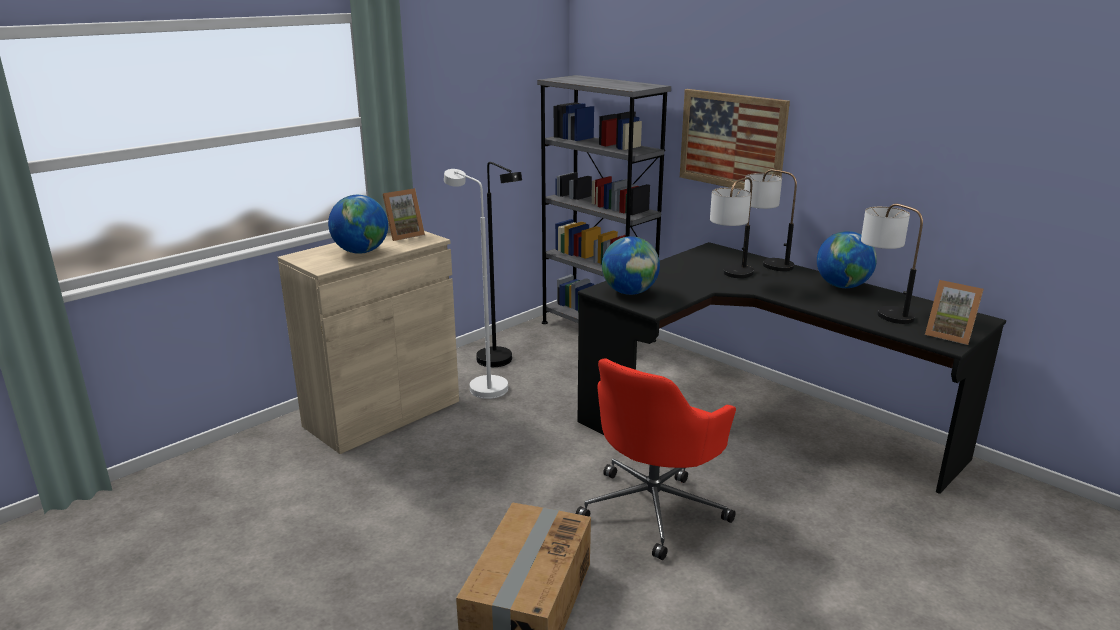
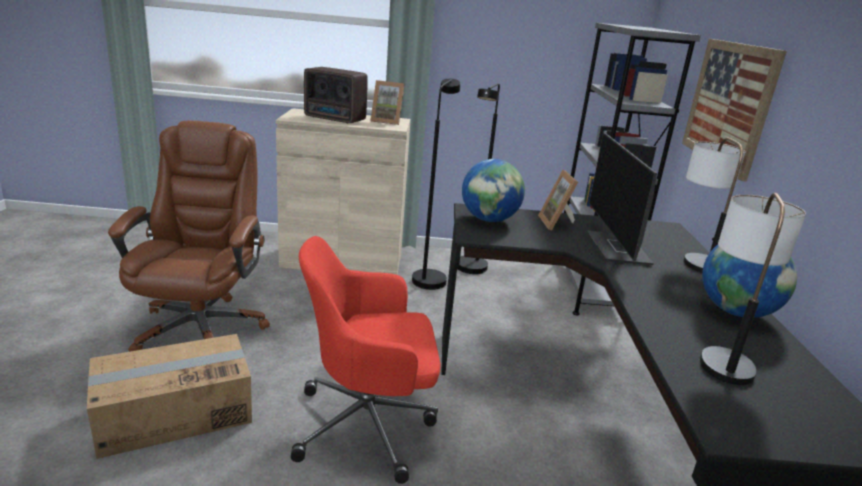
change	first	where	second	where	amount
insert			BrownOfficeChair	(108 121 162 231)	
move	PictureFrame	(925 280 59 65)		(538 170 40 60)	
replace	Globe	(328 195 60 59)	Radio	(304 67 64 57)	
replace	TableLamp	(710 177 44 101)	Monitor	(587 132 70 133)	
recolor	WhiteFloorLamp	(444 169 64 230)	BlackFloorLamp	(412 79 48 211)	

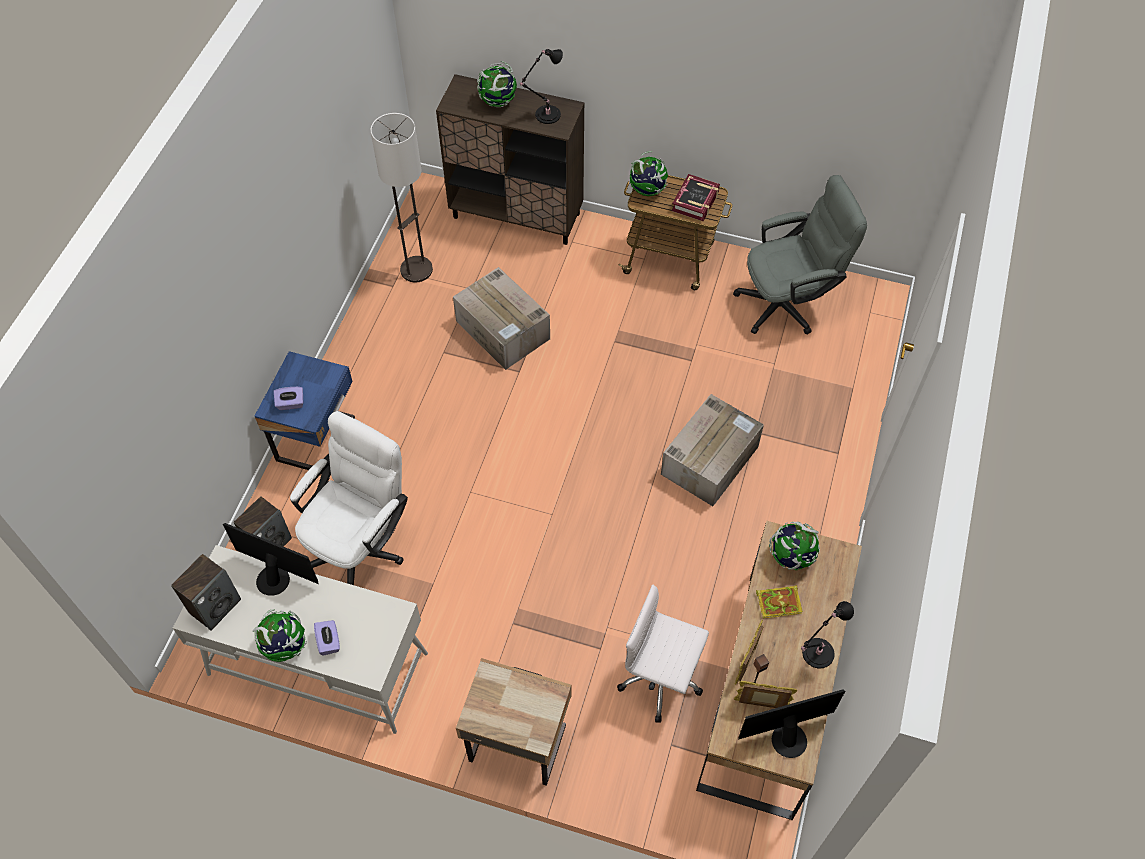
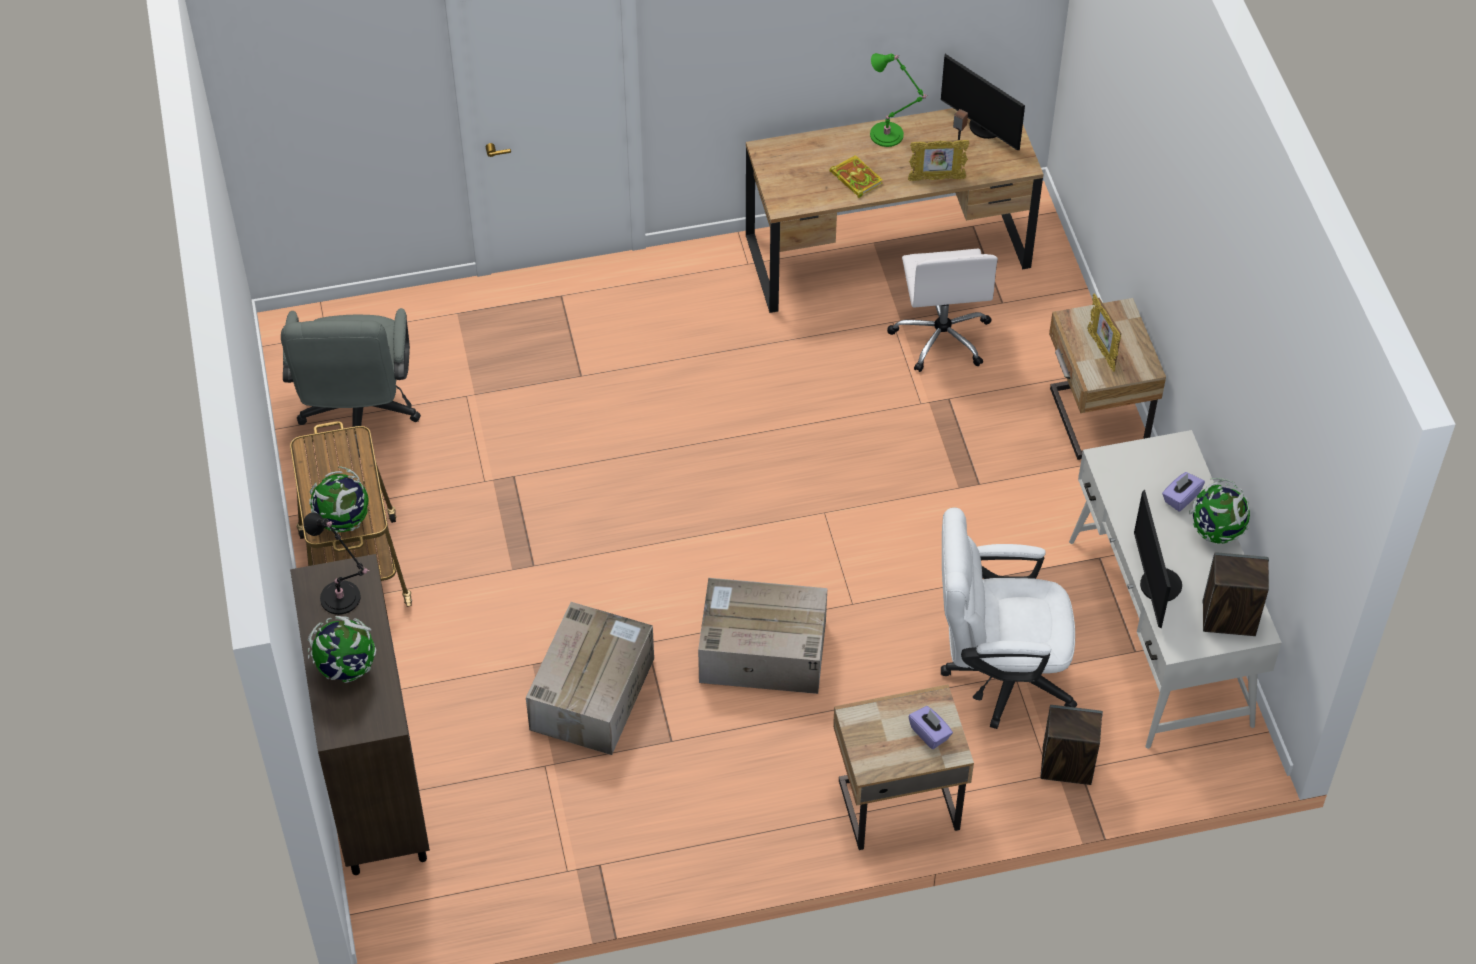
change	first	where	second	where	amount
delete	FloorLamp	(370 113 63 169)			
delete	Book	(672 174 48 47)			
delete	Globe	(769 521 51 49)			
move	CardboardBox	(661 394 103 112)		(698 578 129 116)	
move	PictureFrame	(734 681 63 27)		(1087 293 34 79)	
recolor	BlueNightstand	(255 351 100 123)	BeigeNightstand	(833 684 141 166)	
recolor	BlackTableLamp	(801 601 53 68)	GreenTableLamp	(870 53 58 94)	
rotate	GreyOfficeChair	(733 175 134 159)		(281 308 140 149)	135 degrees counterclockwise

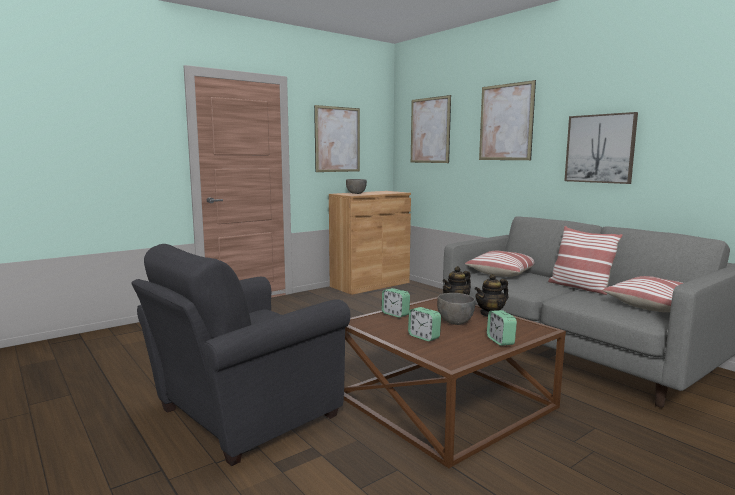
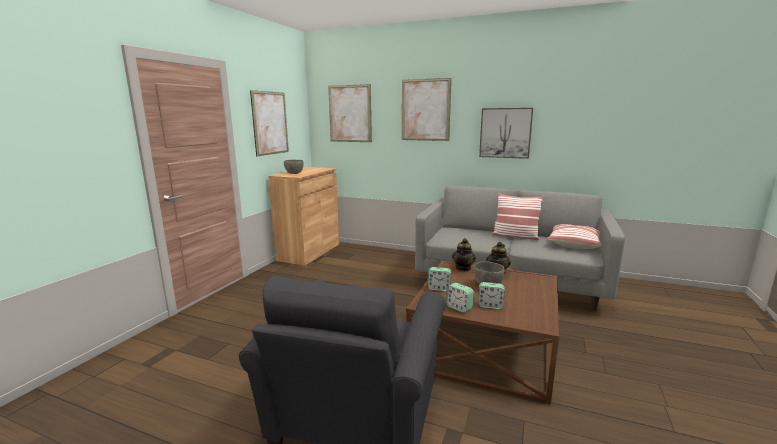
change	first	where	second	where	amount
delete	Pillow	(465 251 69 26)			
move	AlarmClock	(487 310 30 36)		(446 283 28 30)	

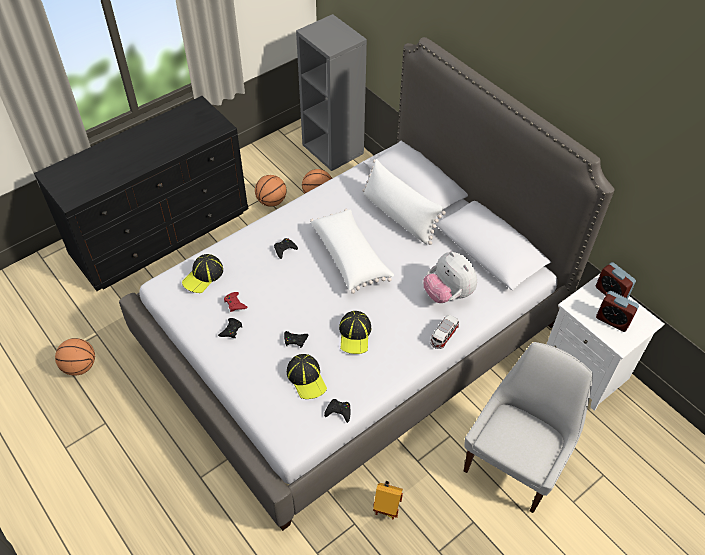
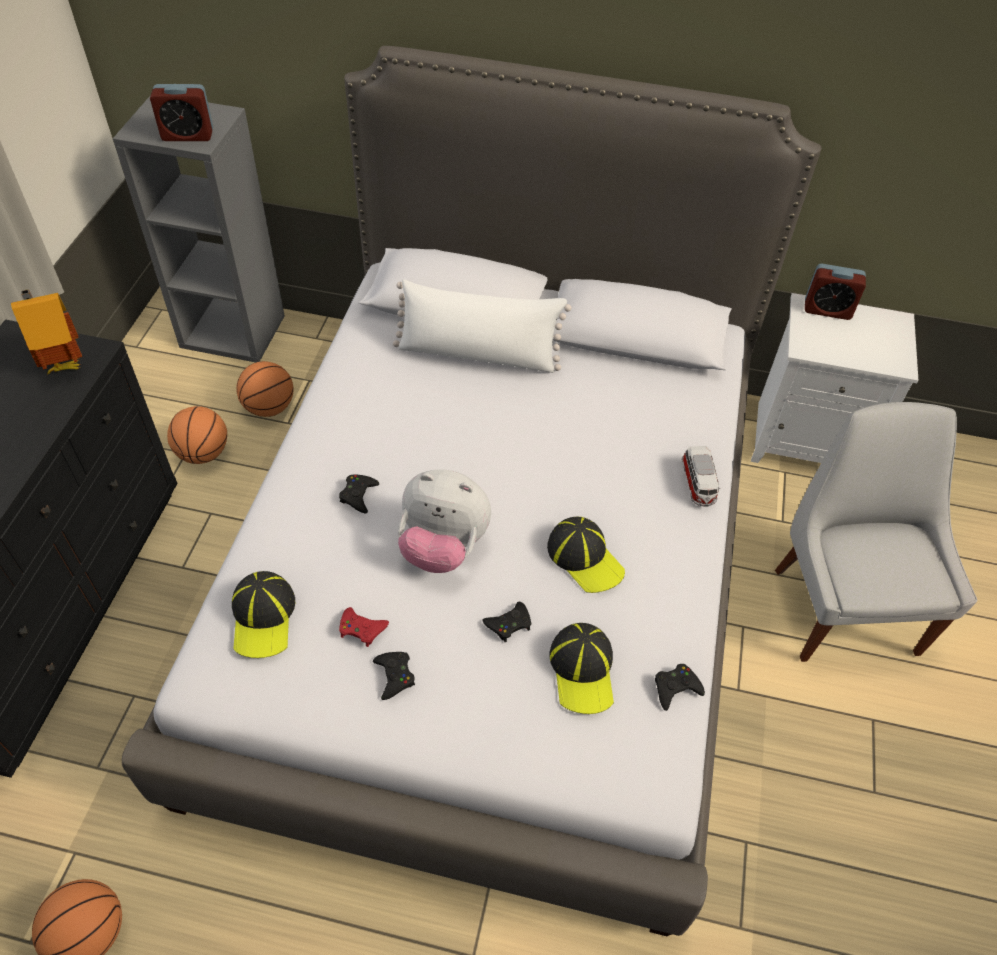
change	first	where	second	where	amount
delete	WhitePillow	(310 209 84 85)			
move	ToyHouse	(373 480 30 40)		(11 289 71 85)	
move	PlushToy	(423 252 54 51)		(398 470 93 103)	
move	AlarmClock	(596 291 43 41)		(150 84 63 57)	
rotate	Cap	(287 354 40 45)		(549 623 65 91)	60 degrees clockwise

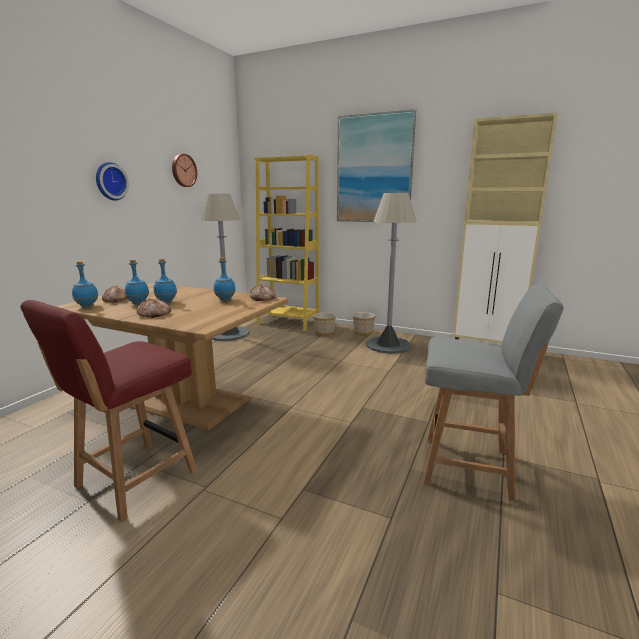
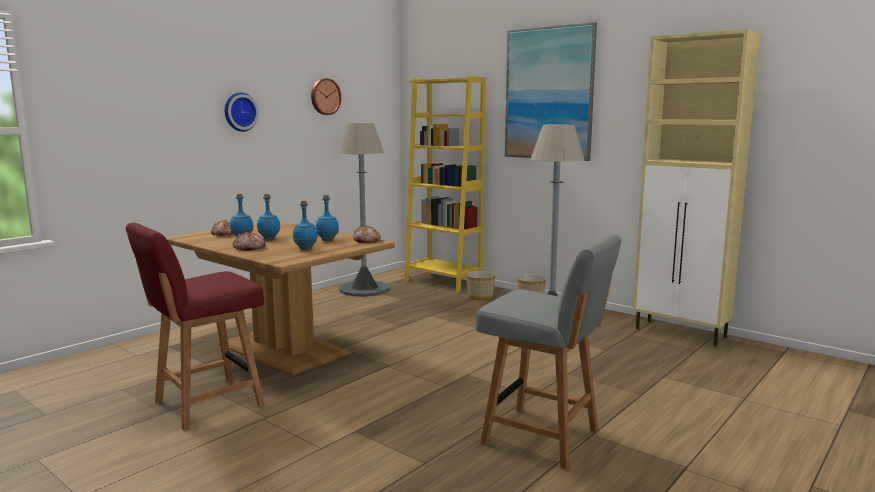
change	first	where	second	where	amount
move	BlueBottle	(72 261 26 46)		(293 200 25 50)	

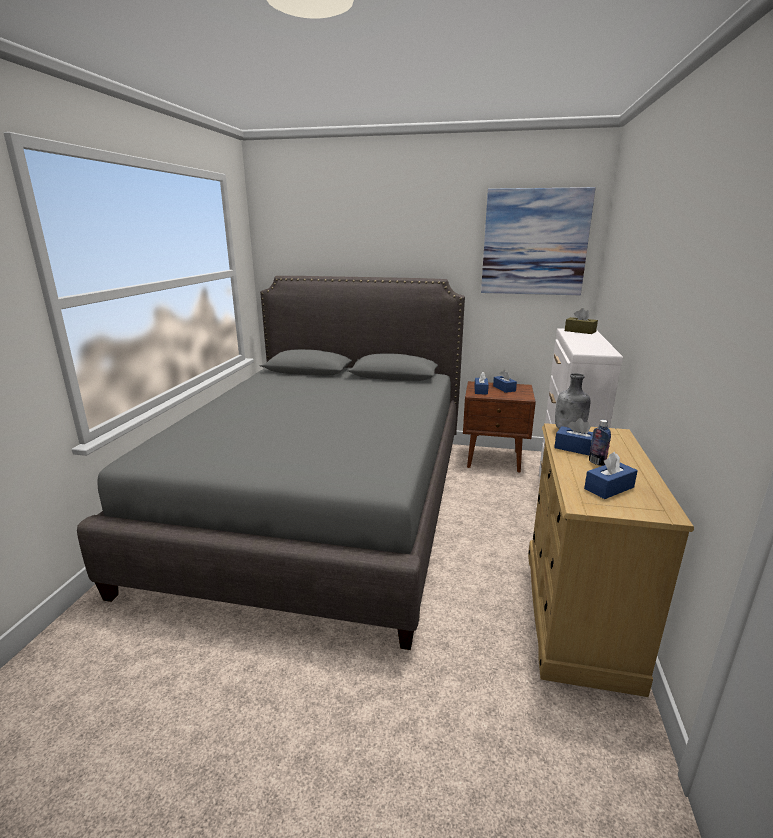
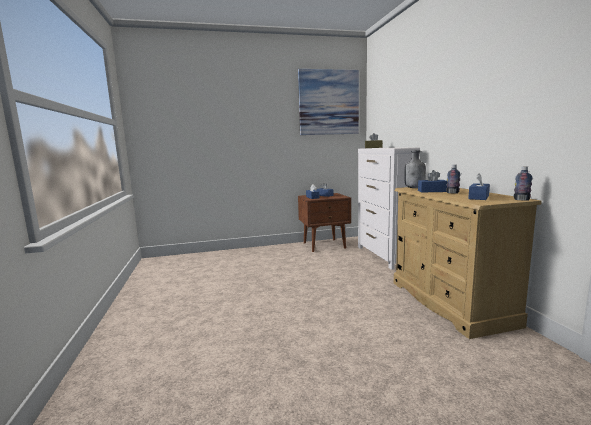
change	first	where	second	where	amount
delete	GreyBed	(77 276 388 374)			
insert			Bottle	(514 166 19 35)	

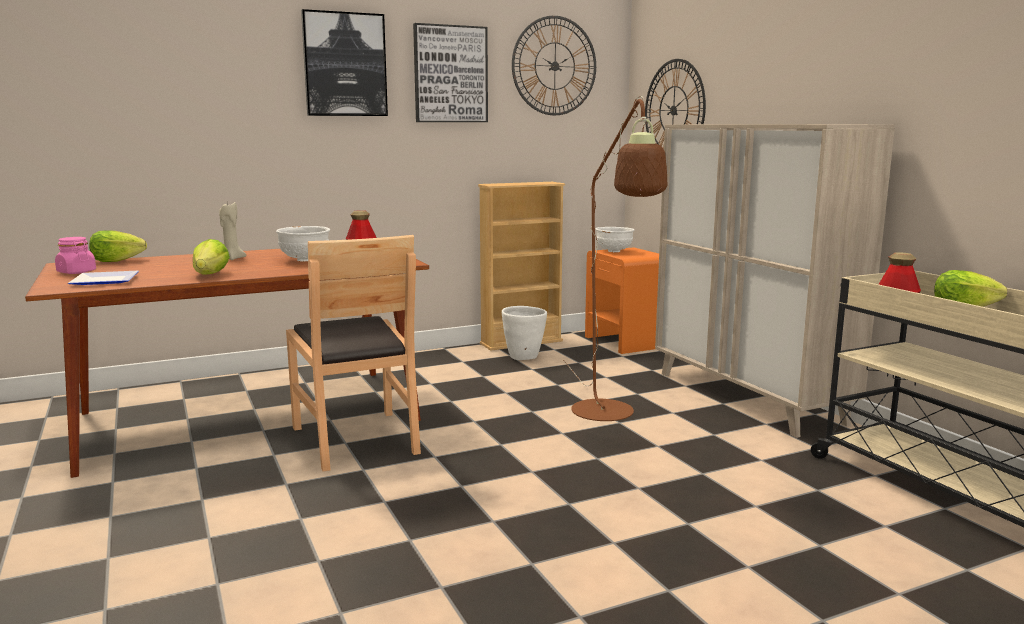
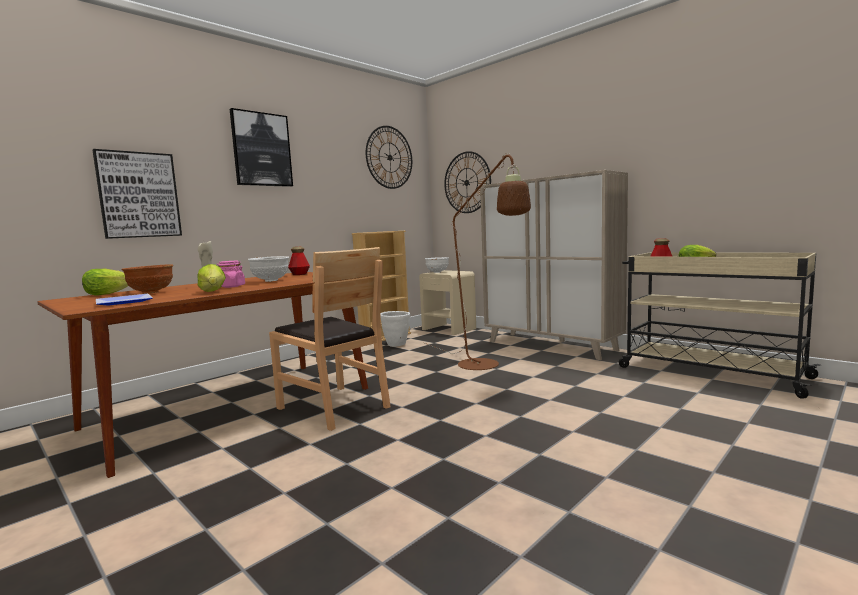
change	first	where	second	where	amount
insert			BrownBowl	(121 264 52 30)	
move	PinkJar	(55 237 41 37)		(217 261 28 27)	
move	Picture	(413 23 75 99)		(93 149 89 90)	
recolor	OrangeNightstand	(585 247 74 107)	BeigeNightstand	(419 270 57 65)	

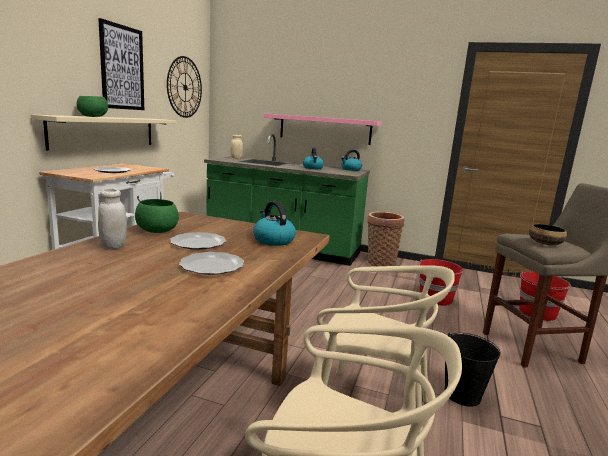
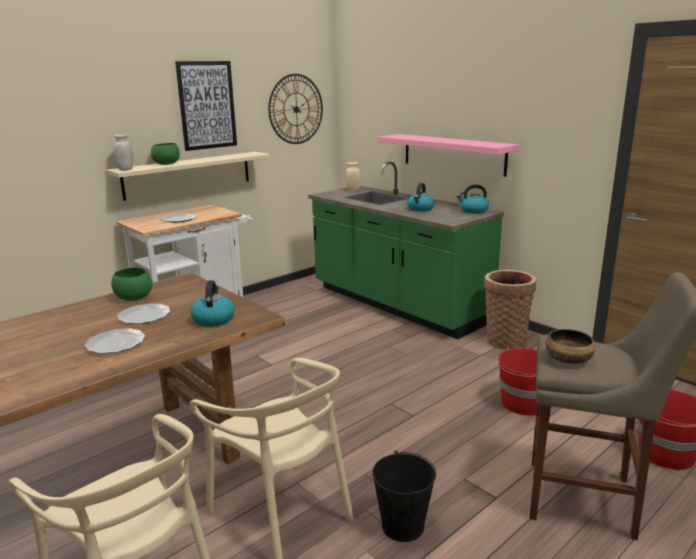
change	first	where	second	where	amount
move	WhiteJar	(98 189 29 60)		(114 134 19 37)	

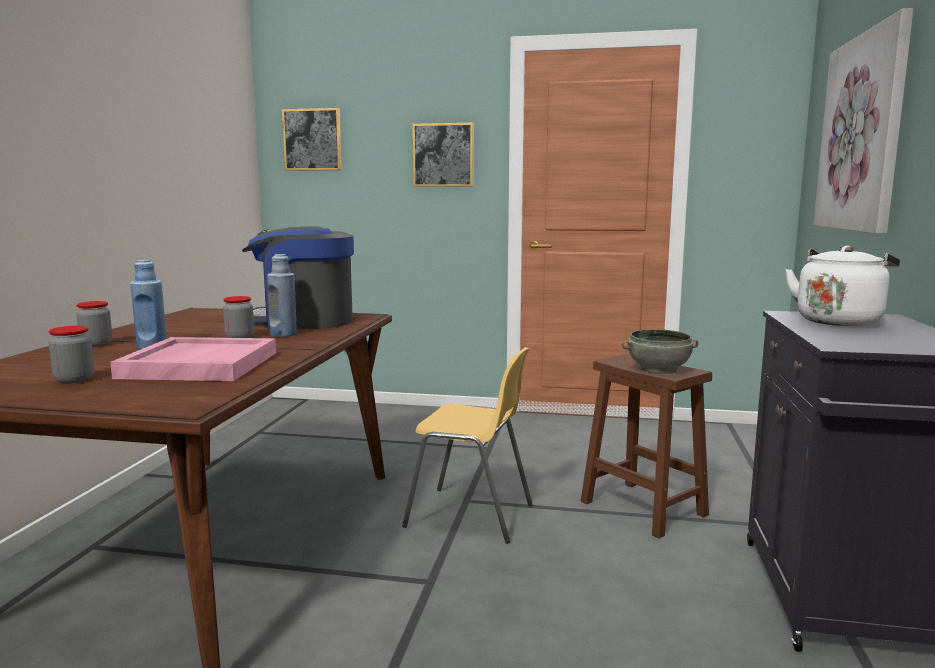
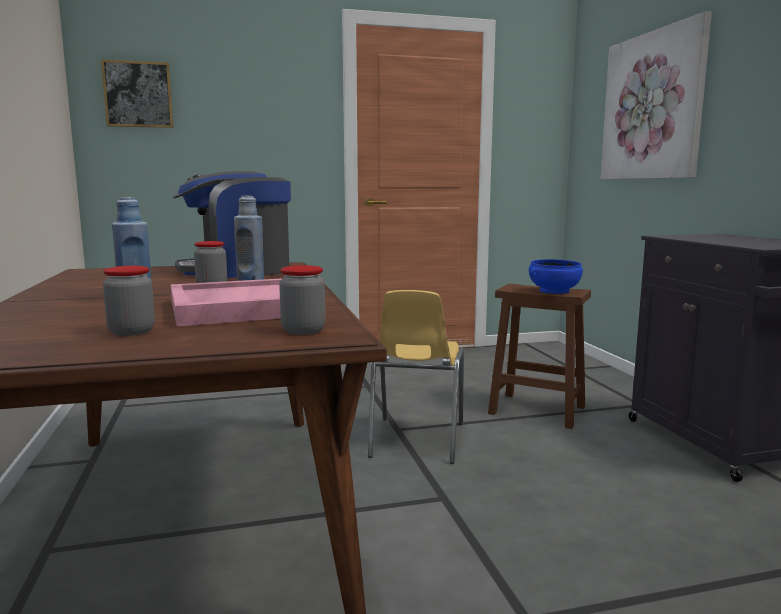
change	first	where	second	where	amount
delete	Picture	(412 123 62 64)			
delete	WhiteKettle	(785 246 115 80)			
move	Jar	(76 301 36 46)		(279 265 46 70)	
recolor	GreyBowl	(622 329 76 45)	BlueBowl	(529 259 54 35)	
rotate	YellowChair	(402 347 131 197)		(368 290 96 174)	105 degrees clockwise

